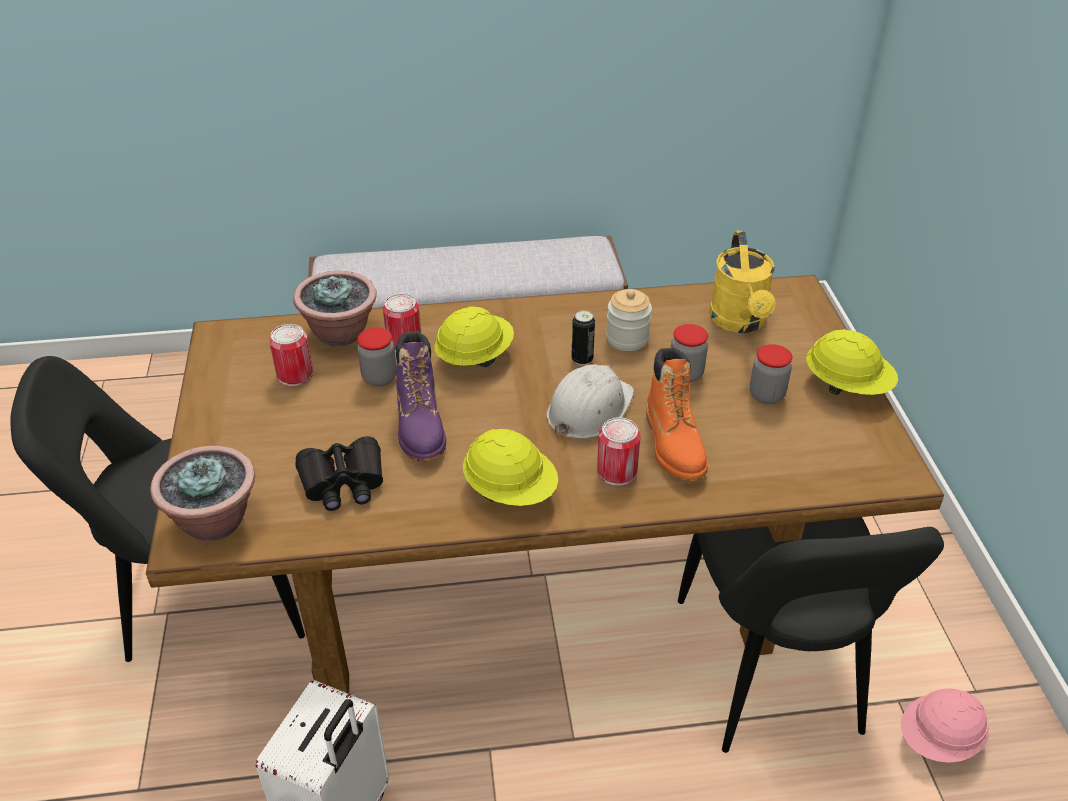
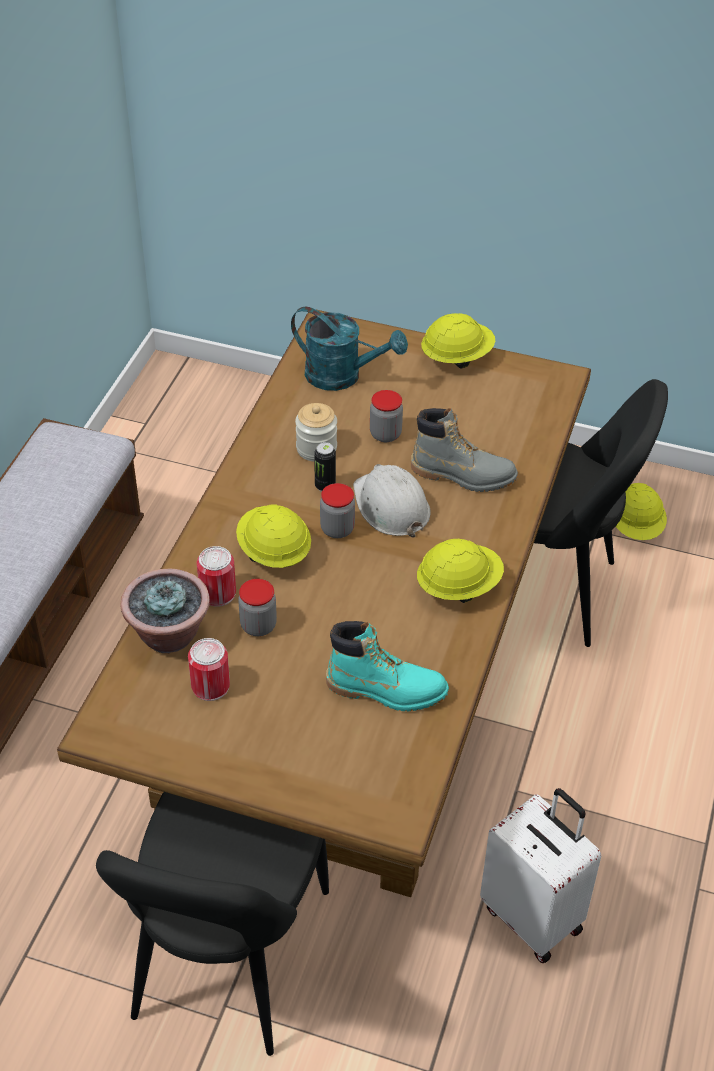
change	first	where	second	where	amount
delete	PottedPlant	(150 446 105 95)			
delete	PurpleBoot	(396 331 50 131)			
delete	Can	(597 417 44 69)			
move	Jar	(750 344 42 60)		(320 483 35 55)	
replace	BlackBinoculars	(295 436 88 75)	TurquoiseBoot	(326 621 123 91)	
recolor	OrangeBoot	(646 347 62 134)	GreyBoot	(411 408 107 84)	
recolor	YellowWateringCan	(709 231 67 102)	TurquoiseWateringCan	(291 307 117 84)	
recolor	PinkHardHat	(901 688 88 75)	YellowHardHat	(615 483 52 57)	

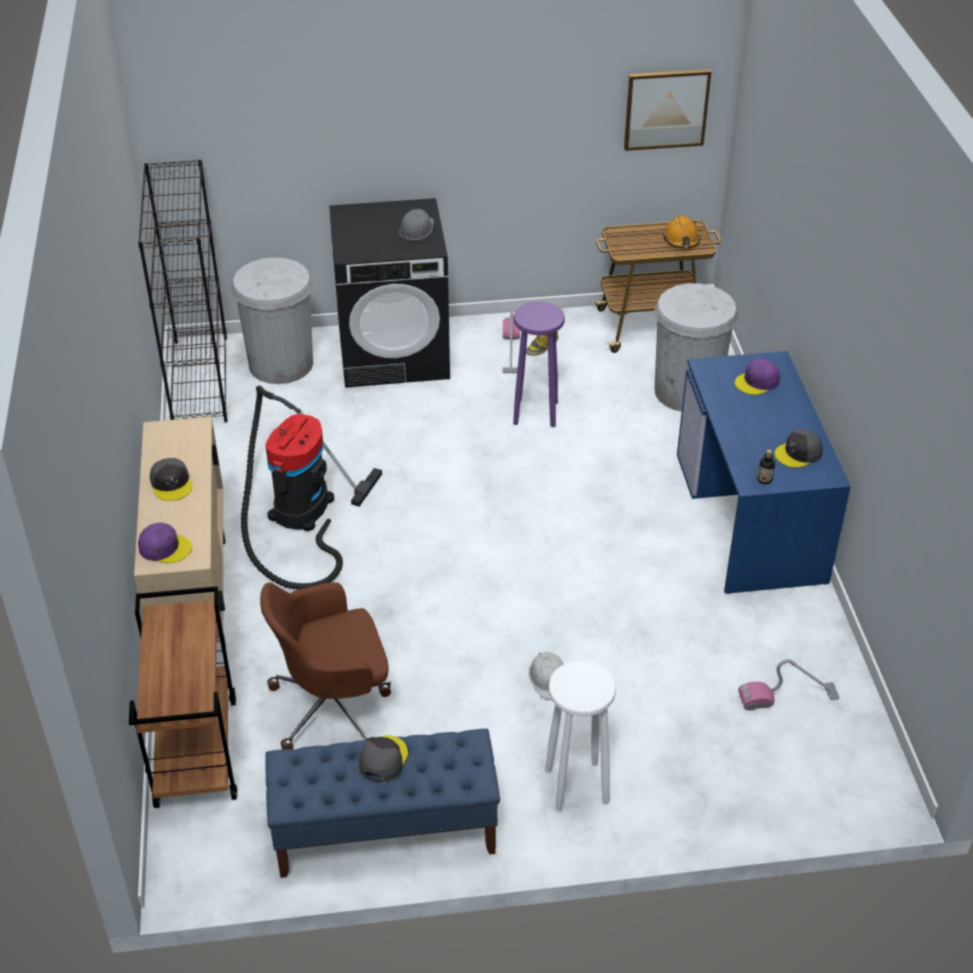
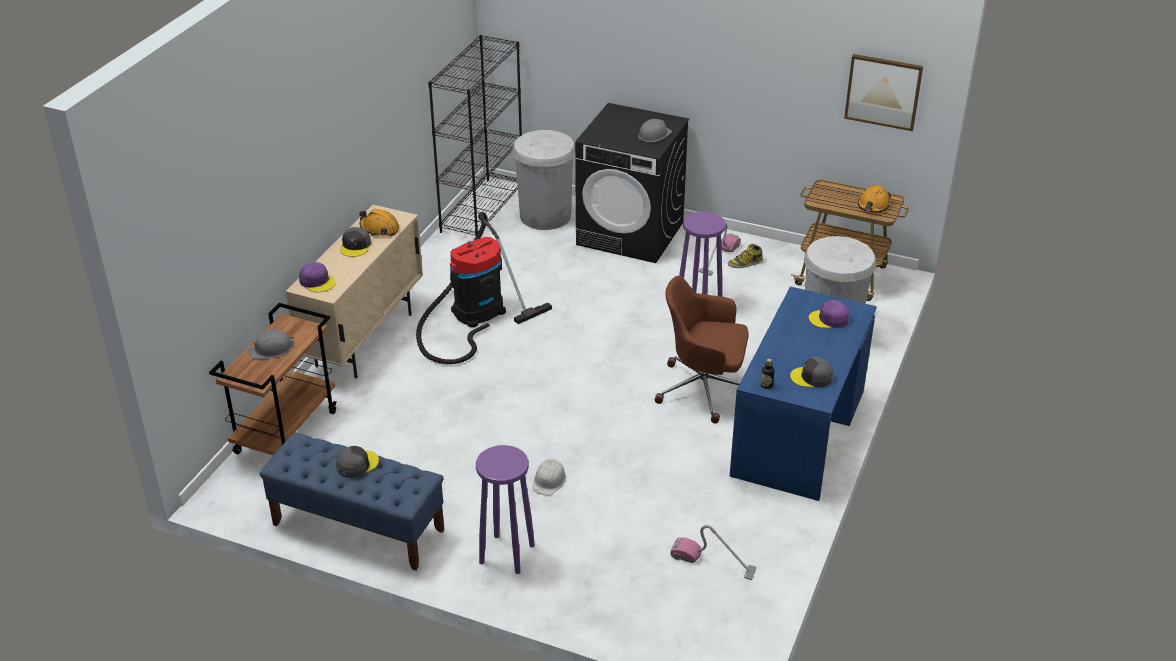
change	first	where	second	where	amount
insert			GreyHardHat	(248 329 46 30)	
insert			OrangeHardHat	(359 209 40 27)	
move	BrownOfficeChair	(260 582 131 168)		(655 276 94 147)	
recolor	WhiteStool	(545 661 71 151)	PurpleStool	(476 445 59 129)	

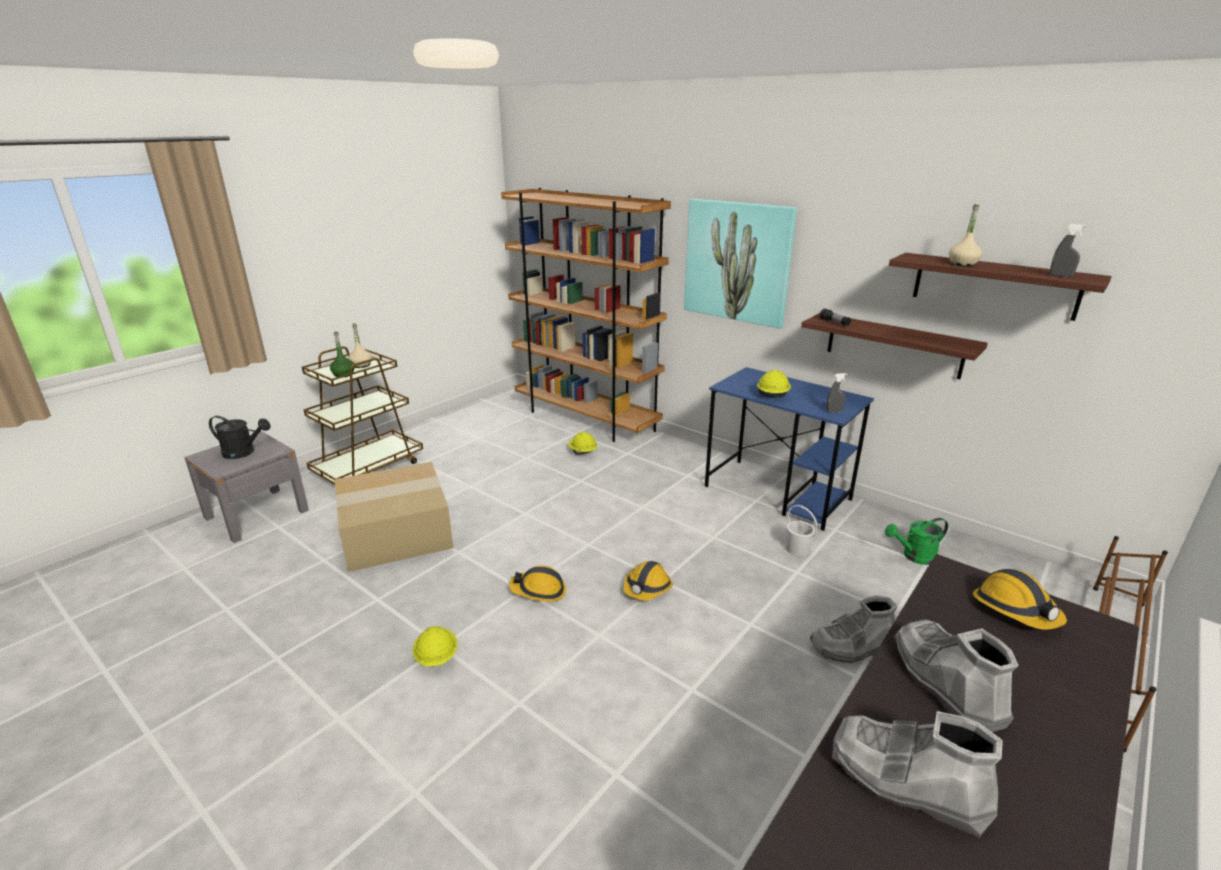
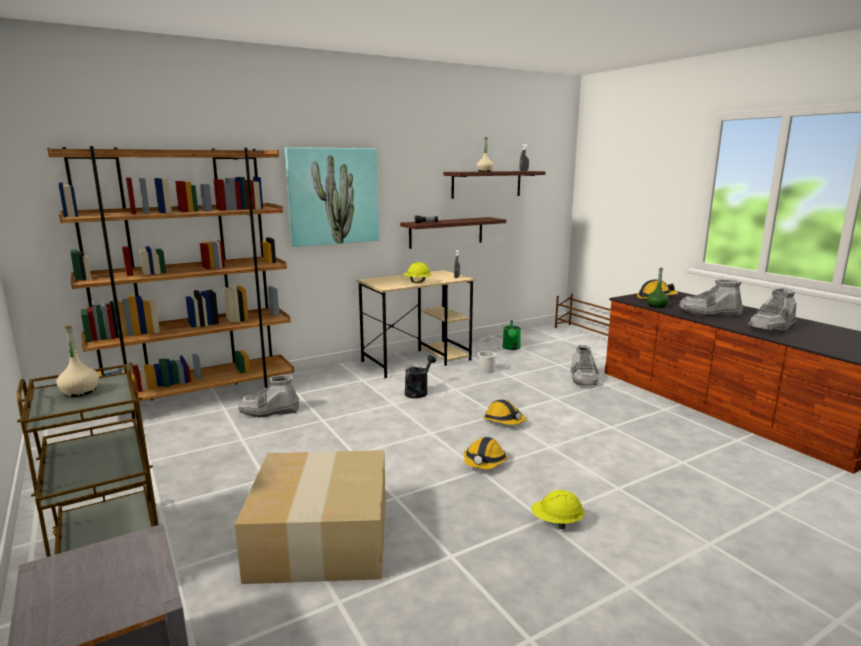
change	first	where	second	where	amount
move	BlackWateringCan	(209 416 62 43)		(405 355 31 44)	
move	GreenBottle	(330 332 25 45)		(647 268 22 40)	
replace	YellowHardHat	(568 432 29 23)	GreyBoot	(239 375 60 43)	
recolor	BlueDesk	(705 367 169 164)	BeigeDesk	(357 270 118 108)	

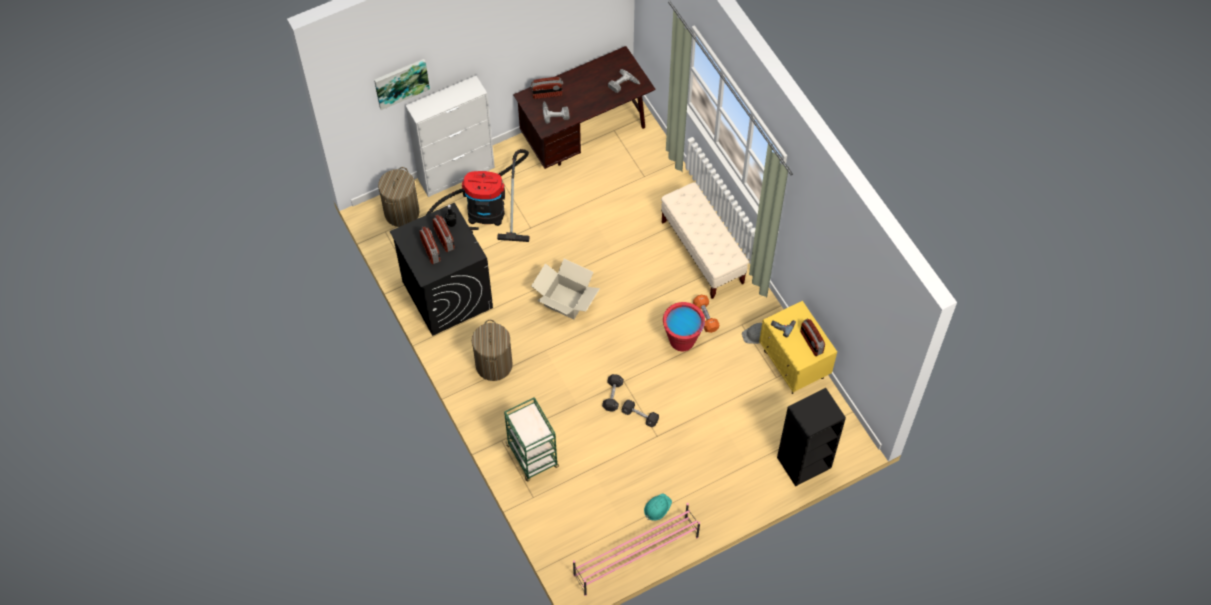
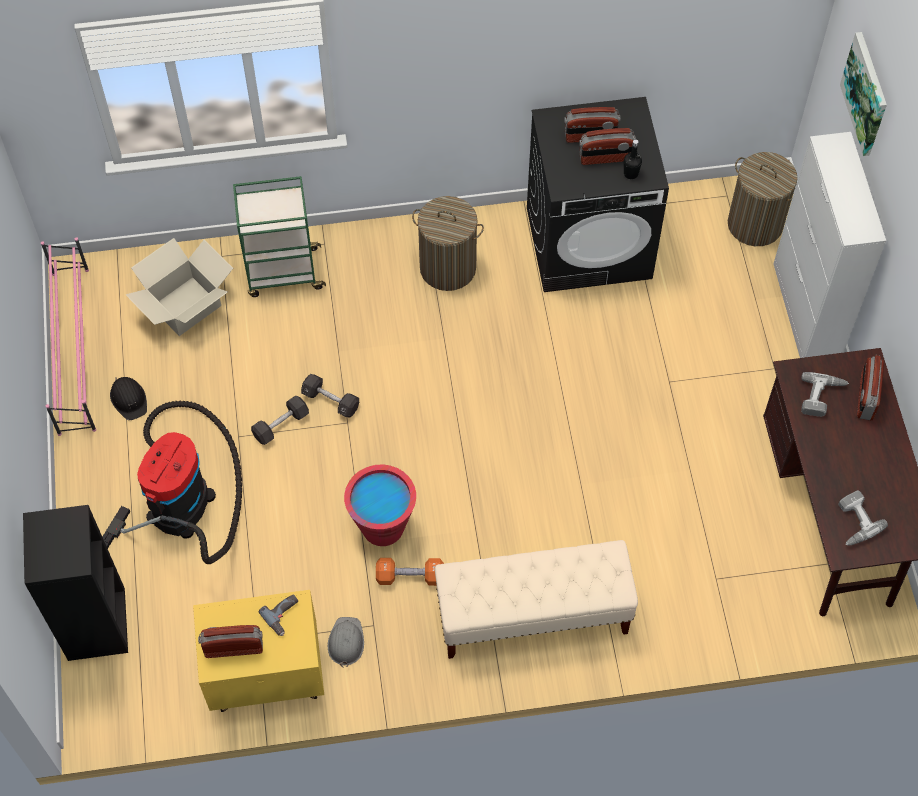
change	first	where	second	where	amount
move	VacuumCleaner	(426 149 104 93)		(102 401 140 163)	
move	CardboardBox	(531 259 69 61)		(126 238 107 98)	
recolor	TurquoiseHardHat	(644 494 28 27)	BlackHardHat	(110 377 37 43)	

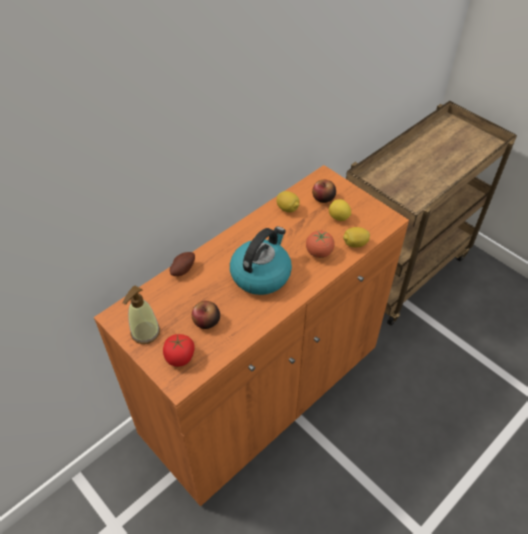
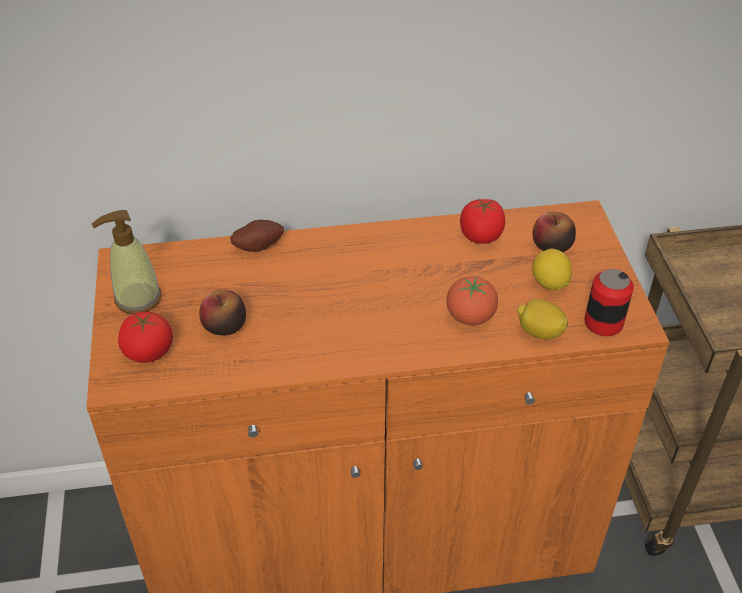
change	first	where	second	where	amount
delete	Kettle	(230 227 62 68)			
insert			Can	(584 269 50 67)	
replace	Lemon	(276 191 24 22)	Tomato	(460 199 45 45)	

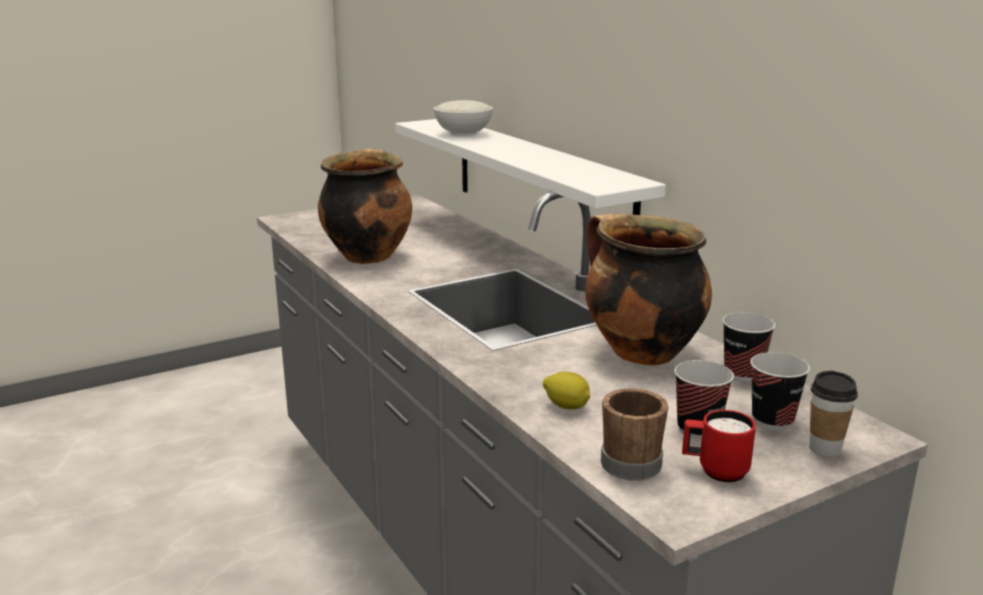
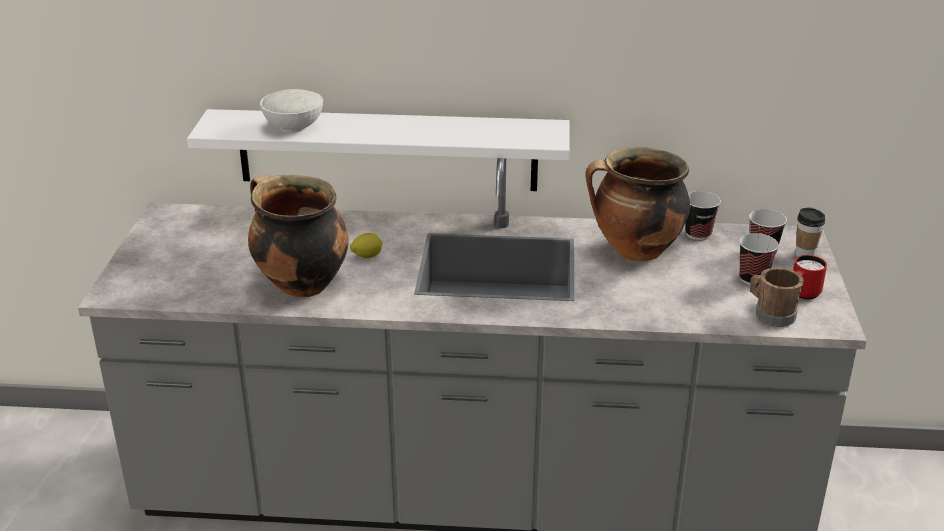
change	first	where	second	where	amount
move	Lemon	(543 372 47 37)		(350 233 33 25)	

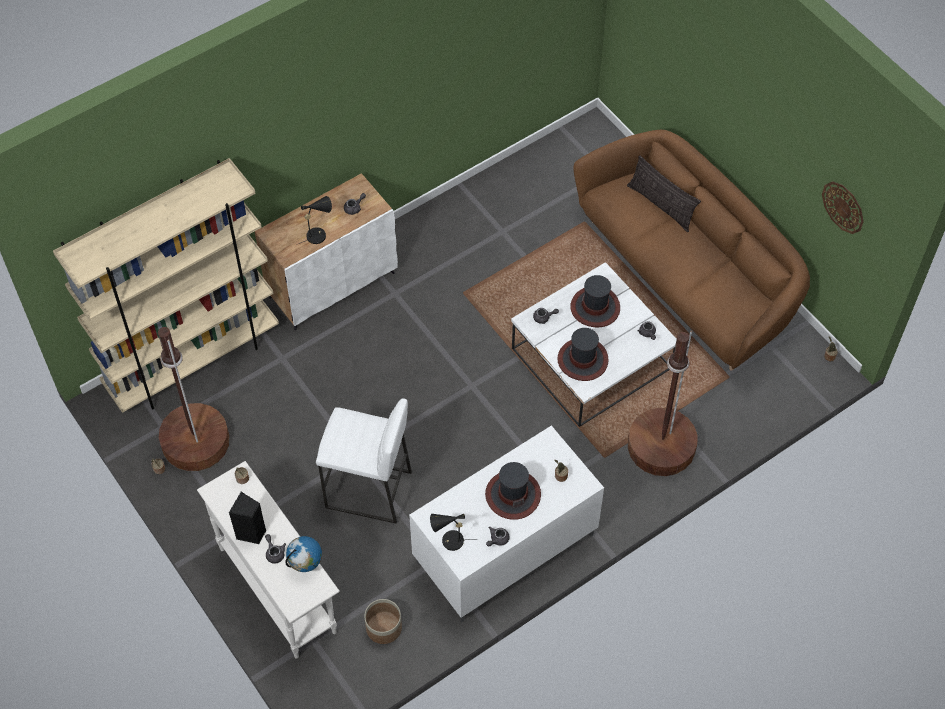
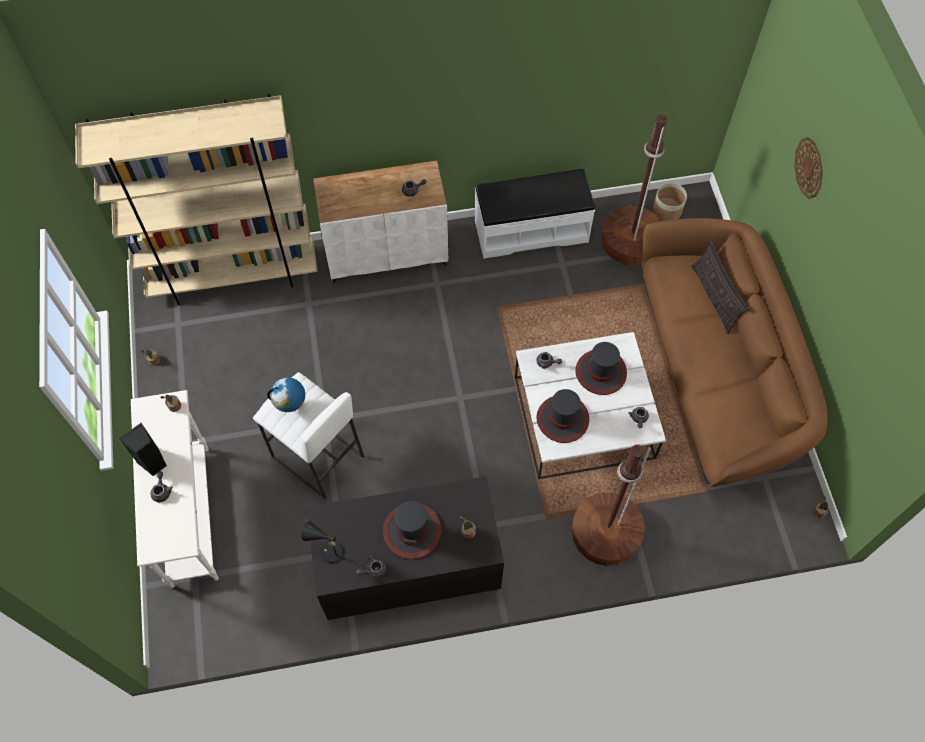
change	first	where	second	where	amount
delete	BlackTableLamp	(296 196 36 49)			
insert			WhiteBench	(475 169 120 90)	
move	BrownFloorLamp	(158 327 72 144)		(601 115 66 151)	
move	Globe	(285 536 37 36)		(267 377 38 35)	
move	Planter	(364 599 38 45)		(653 183 34 38)	
move	WallClock	(822 181 42 53)		(794 137 29 62)	
recolor	WhiteTvStand	(409 426 195 196)	BlackTvStand	(306 476 198 146)	

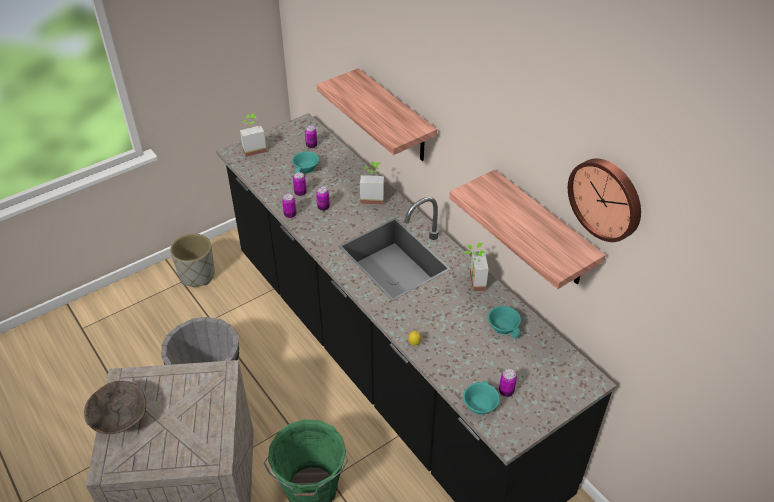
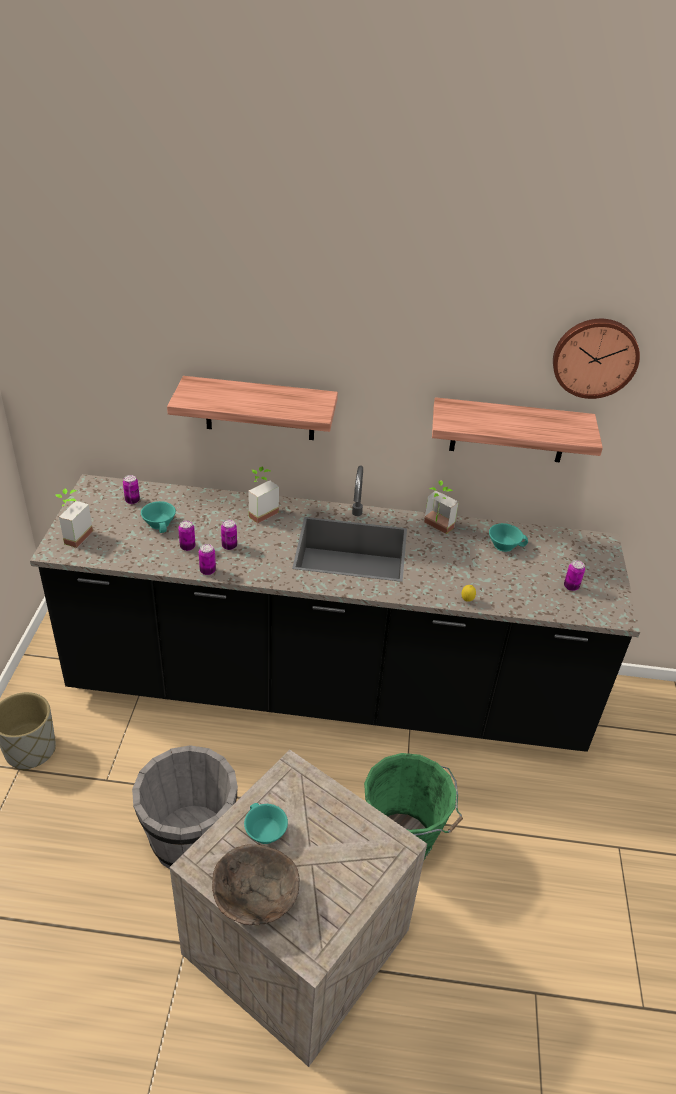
change	first	where	second	where	amount
move	TurquoiseCup	(463 381 37 34)		(244 803 44 41)	

